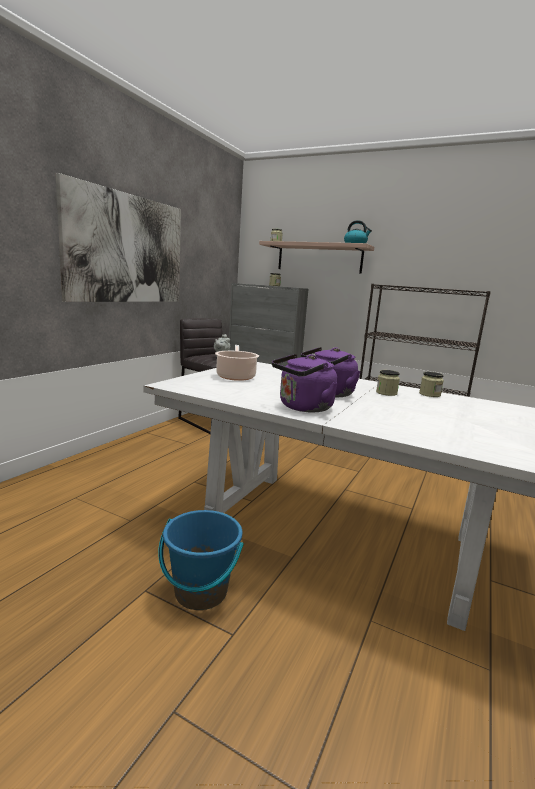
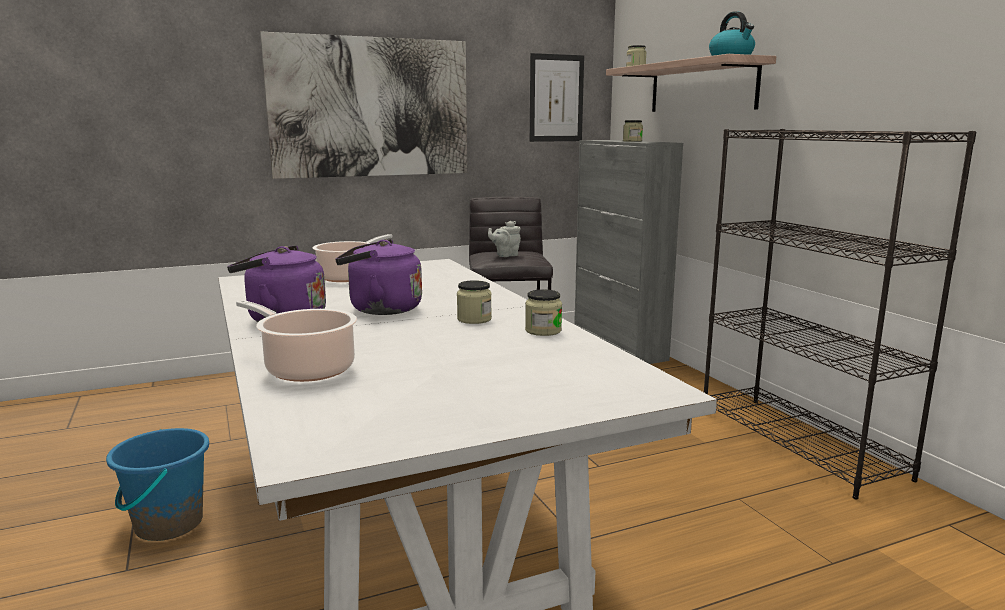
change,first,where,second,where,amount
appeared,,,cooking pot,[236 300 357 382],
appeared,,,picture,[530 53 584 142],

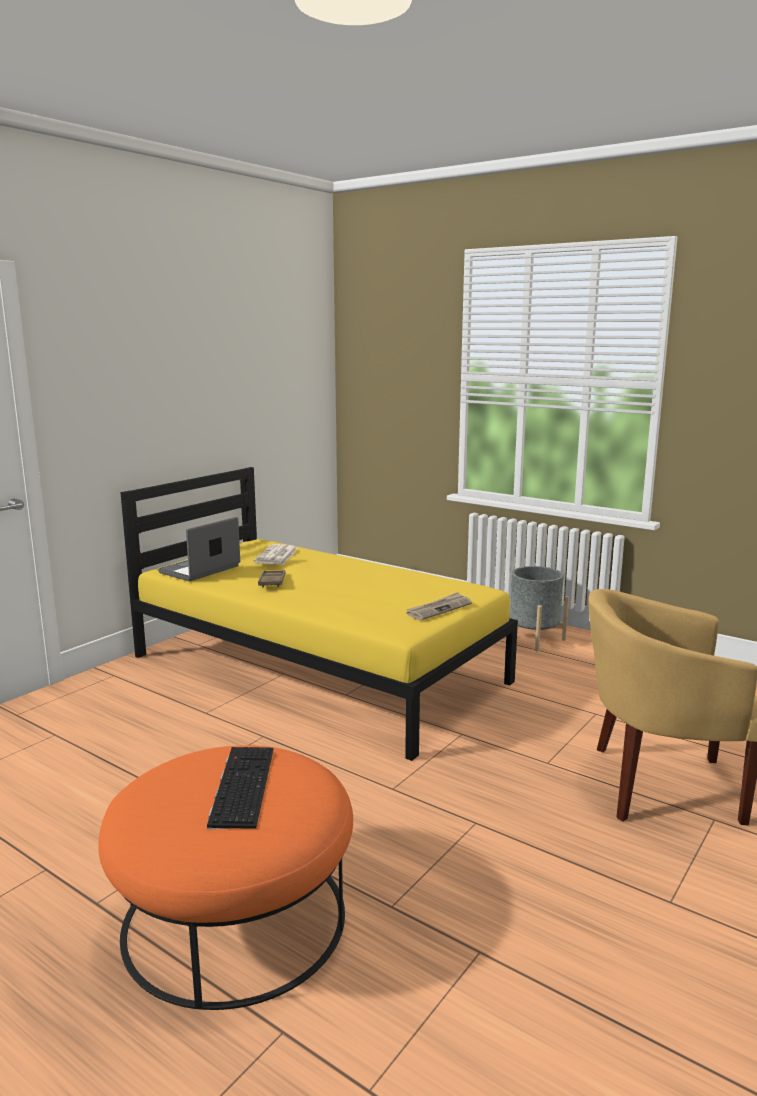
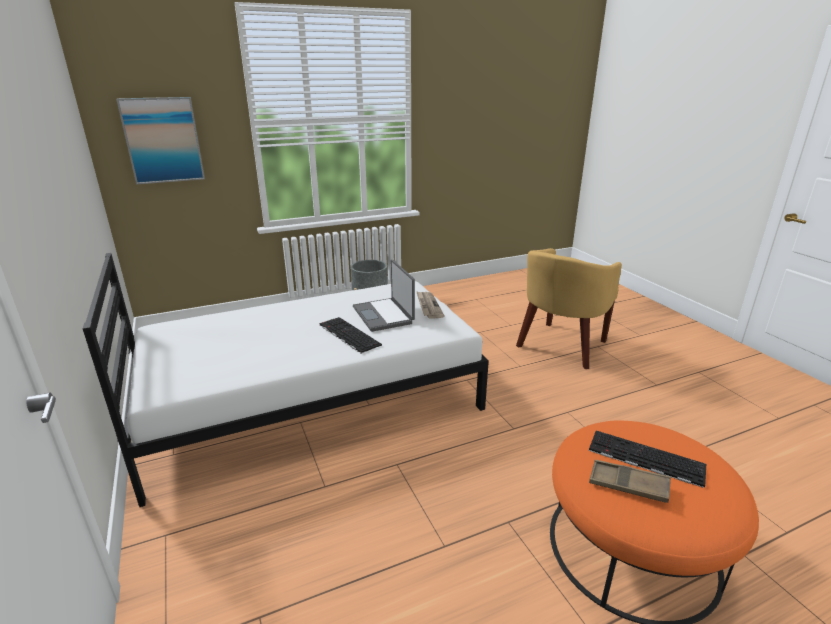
change,first,where,second,where,amount
colour,yellow bed,[120 467 518 761],white bed,[83 253 489 507],
relocated,laptop,[158 517 240 581],,[353 260 415 332],
missing,newspaper,[253 544 298 564],,,
relocated,brown tray,[258 570 286 587],,[589 460 671 503],
appeared,,,picture,[116 97 205 184],
appeared,,,keyboard,[320 317 382 354],

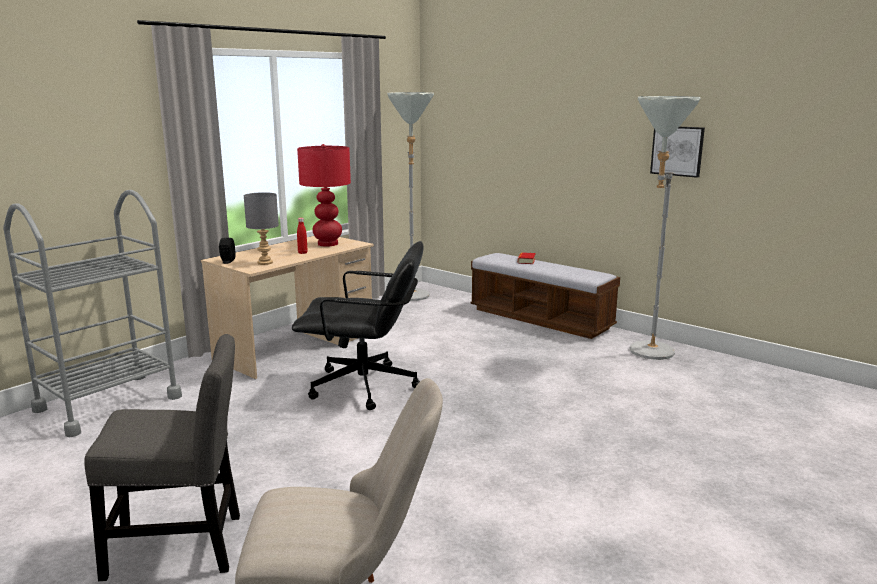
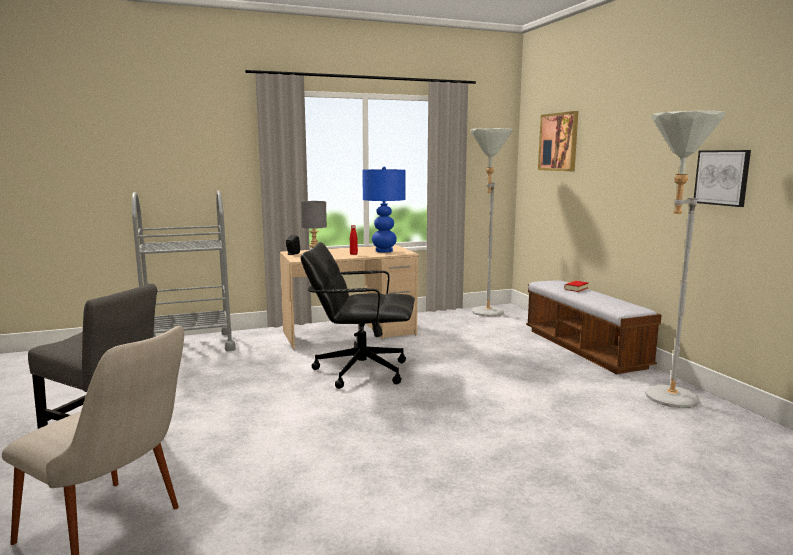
change,first,where,second,where,amount
spun,black office chair,[292 241 424 410],,[300 242 415 389],150 degrees clockwise
colour,red table lamp,[297 144 351 247],blue table lamp,[362 167 406 253],
appeared,,,picture,[538 111 578 171],

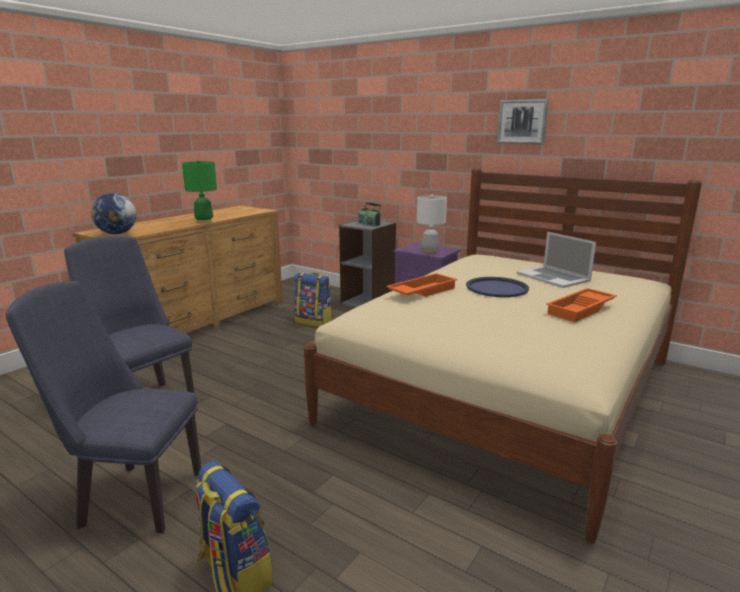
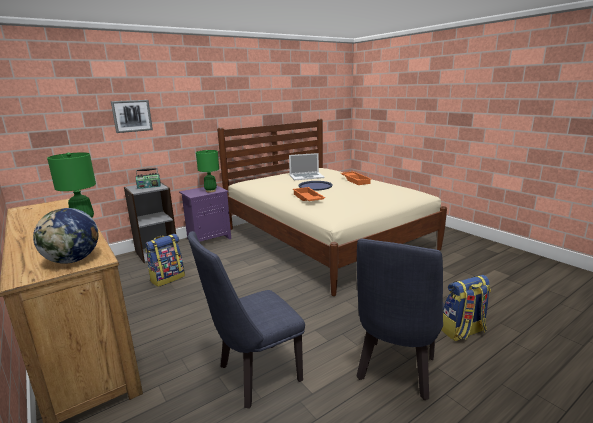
change,first,where,second,where,amount
colour,white table lamp,[417 195 447 254],green table lamp,[196 150 219 192],
relocated,picture,[497 99 549 144],,[111 100 153 133],

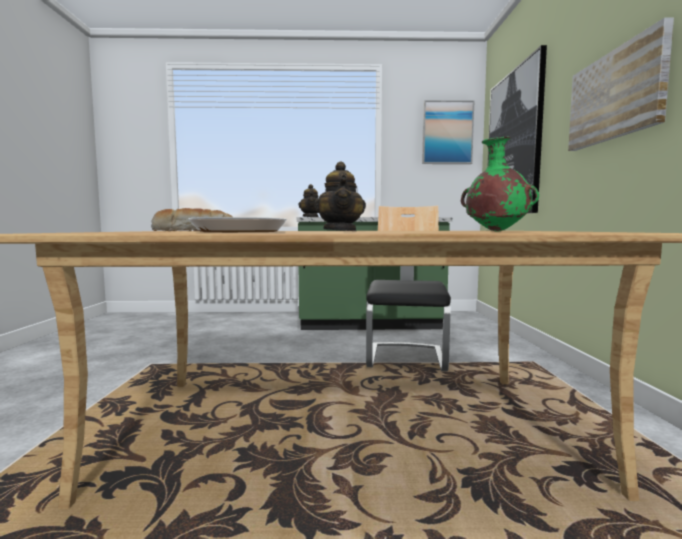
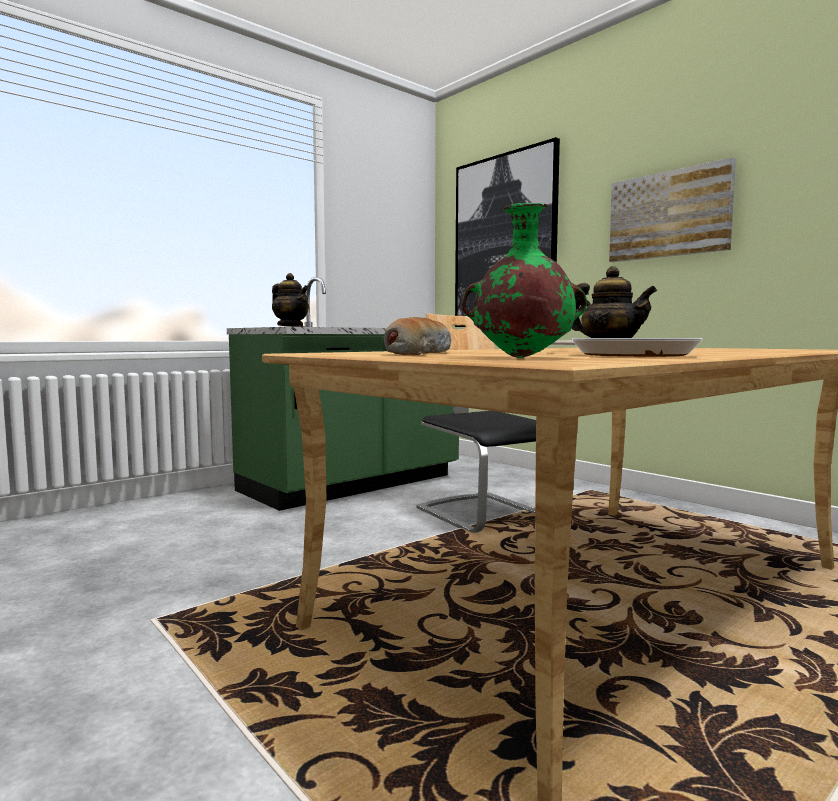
change,first,where,second,where,amount
missing,picture,[422 100 474 164],,,
relocated,green vase,[461 137 539 232],,[461 203 587 358],

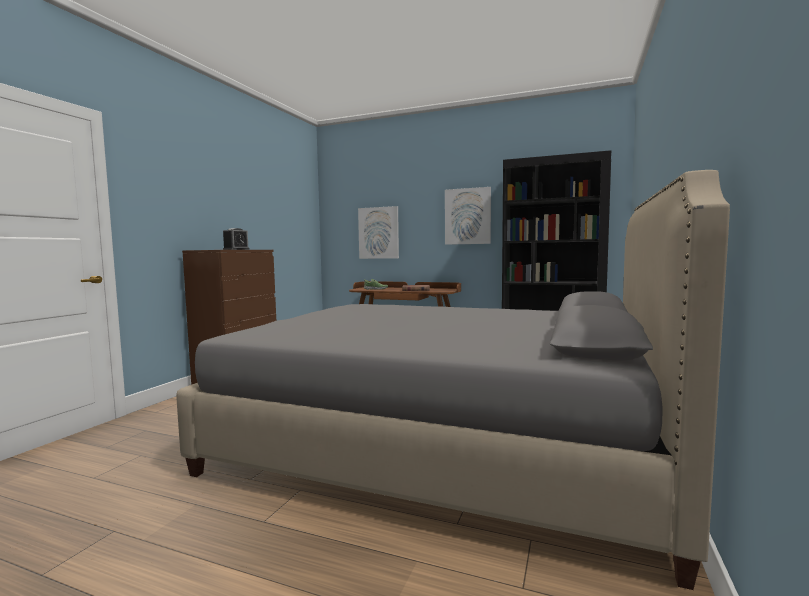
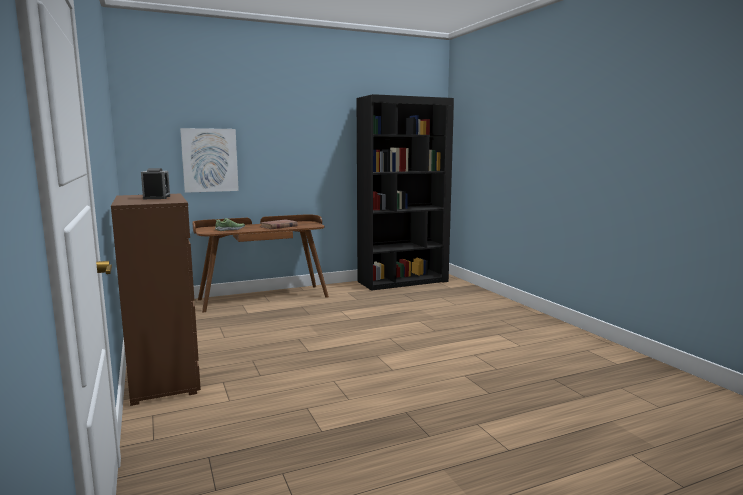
change,first,where,second,where,amount
missing,grey bed,[176 170 730 590],,,
missing,picture,[445 187 491 245],,,

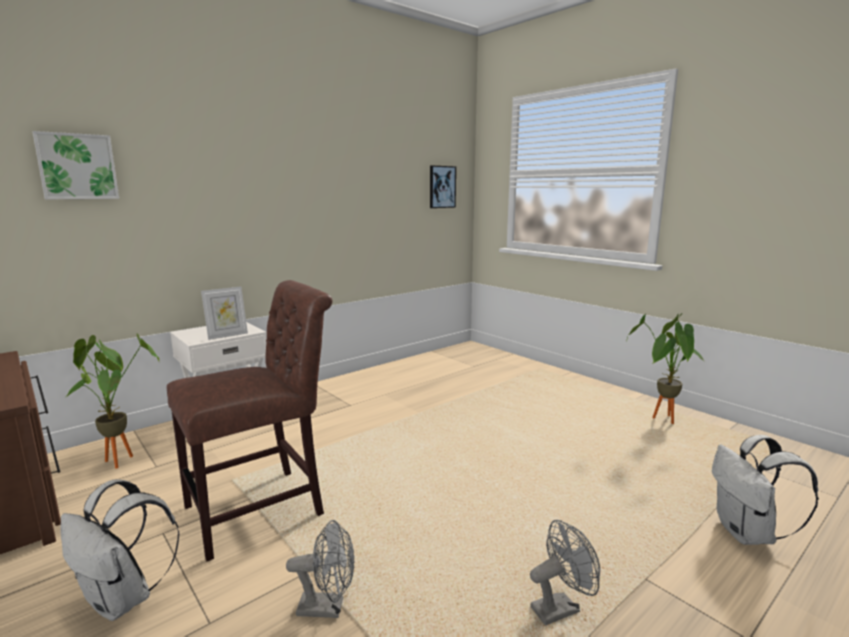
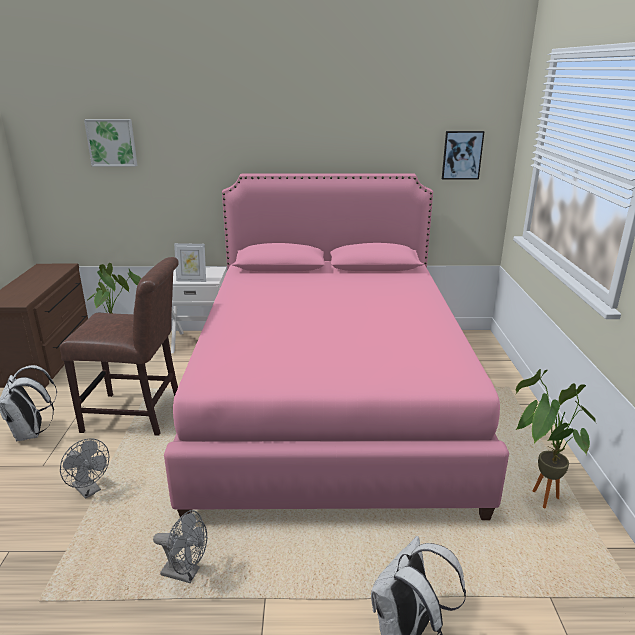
change,first,where,second,where,amount
appeared,,,pink bed,[164 173 509 522],

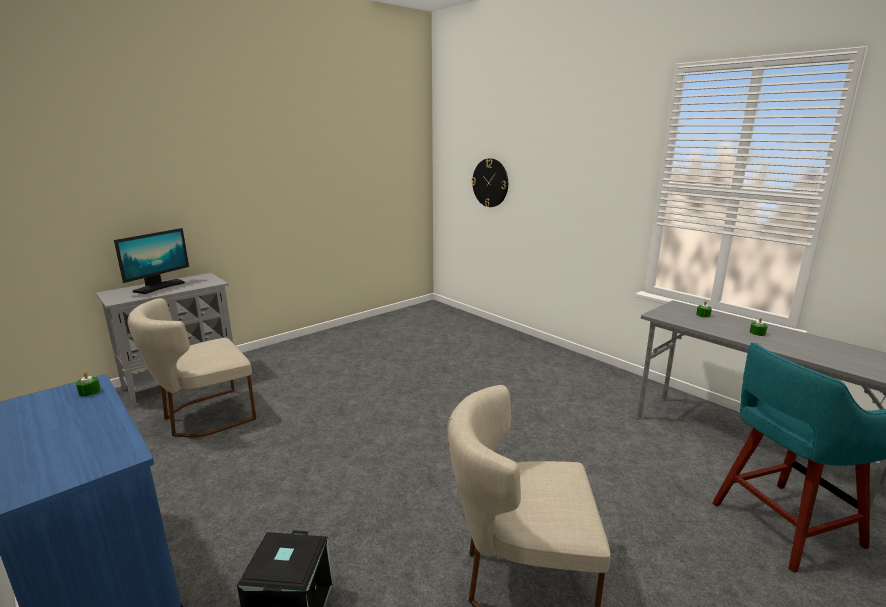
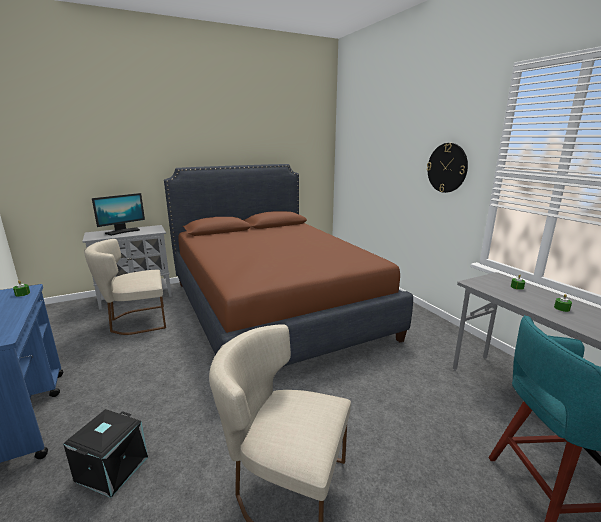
change,first,where,second,where,amount
relocated,wall clock,[471 158 508 207],,[427 143 468 193],
appeared,,,brown bed,[164 164 413 367],

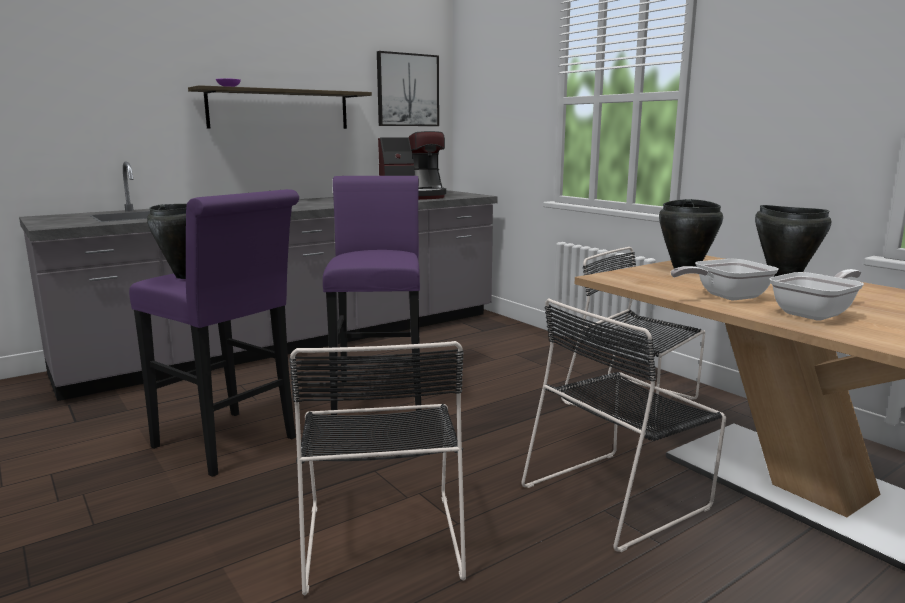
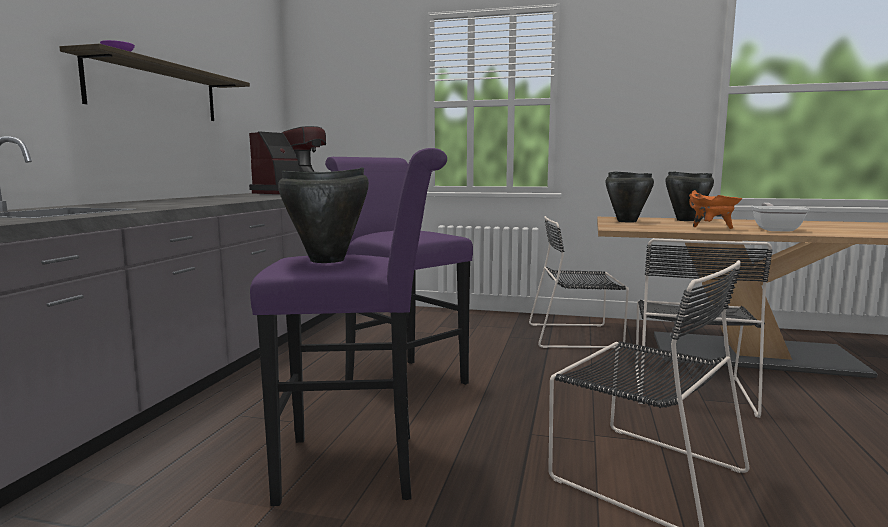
change,first,where,second,where,amount
missing,picture,[377 51 439 126],,,
exchanged,frying pan,[671 259 779 300],orange cooking pot,[689 190 743 229],

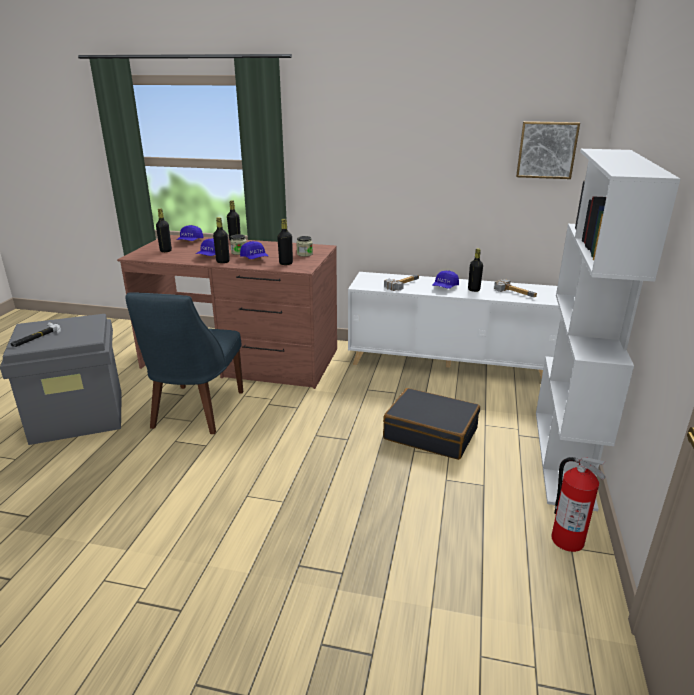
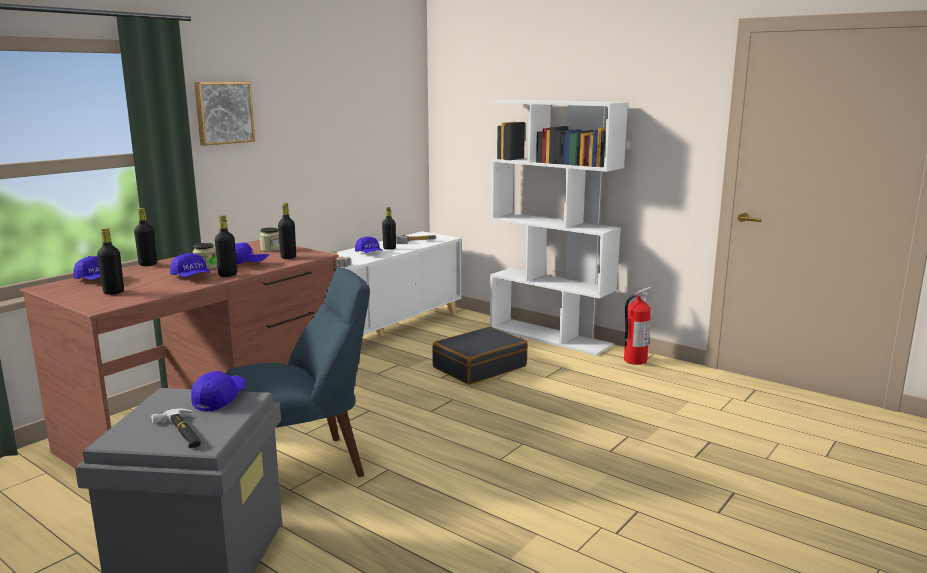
change,first,where,second,where,amount
spun,blue chair,[125 292 243 434],,[226 268 370 477],60 degrees counterclockwise
relocated,picture,[516 121 580 179],,[194 82 255 146],
appeared,,,blue cap,[191 371 246 411],

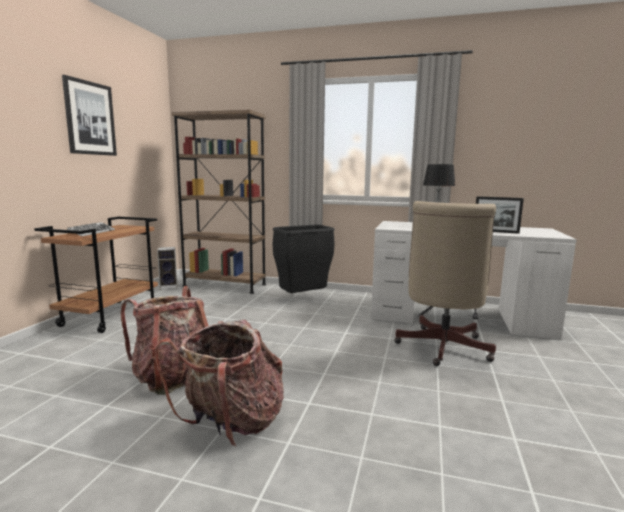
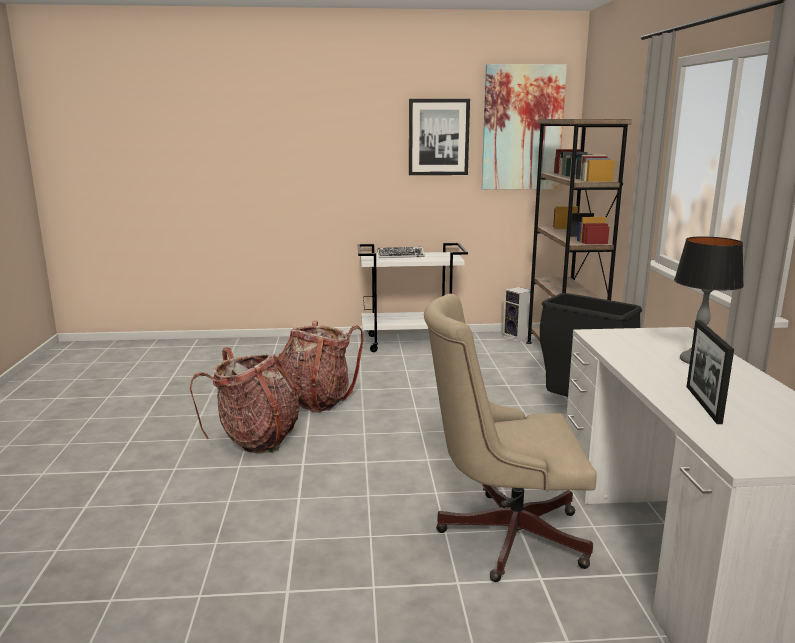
change,first,where,second,where,amount
colour,brown cart,[34 217 158 333],white cart,[357 243 468 352],
appeared,,,picture,[482 64 567 190],

